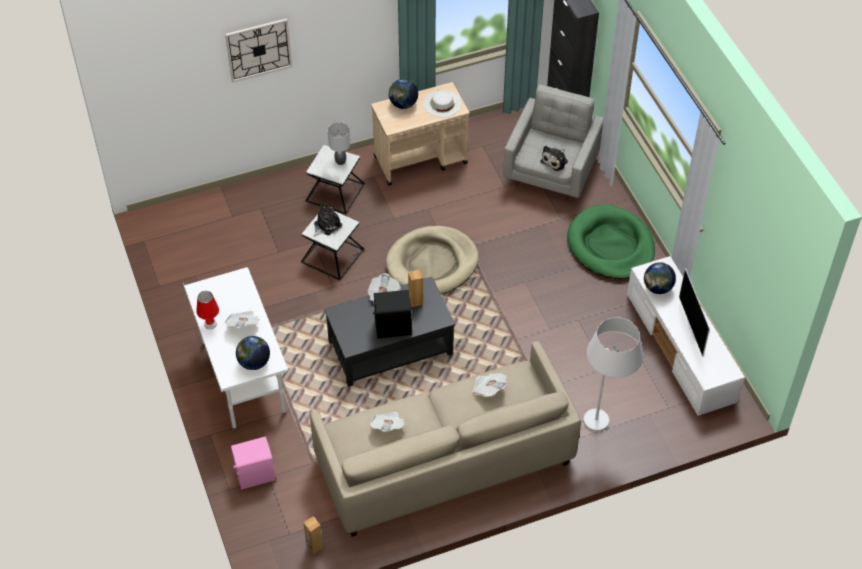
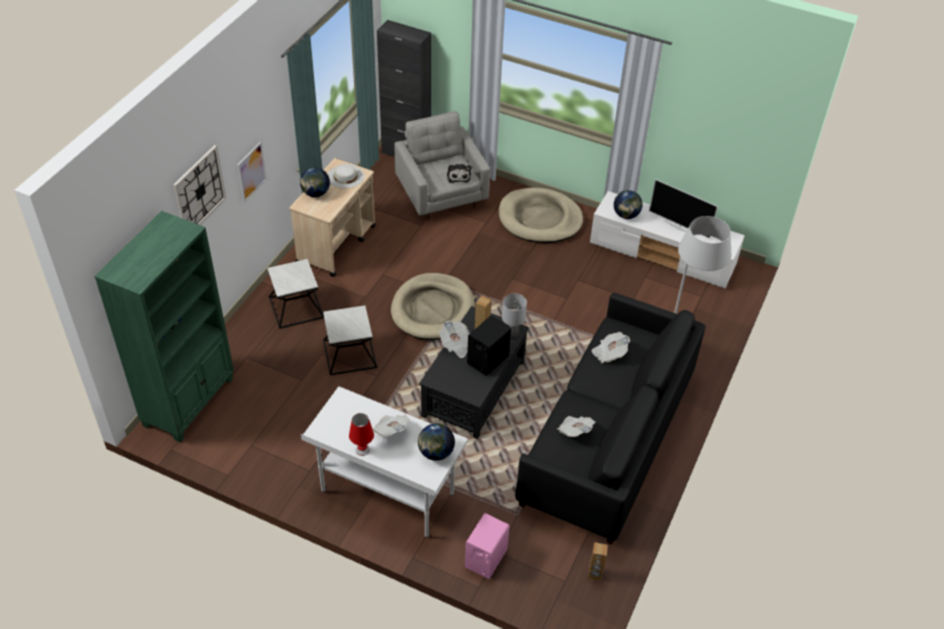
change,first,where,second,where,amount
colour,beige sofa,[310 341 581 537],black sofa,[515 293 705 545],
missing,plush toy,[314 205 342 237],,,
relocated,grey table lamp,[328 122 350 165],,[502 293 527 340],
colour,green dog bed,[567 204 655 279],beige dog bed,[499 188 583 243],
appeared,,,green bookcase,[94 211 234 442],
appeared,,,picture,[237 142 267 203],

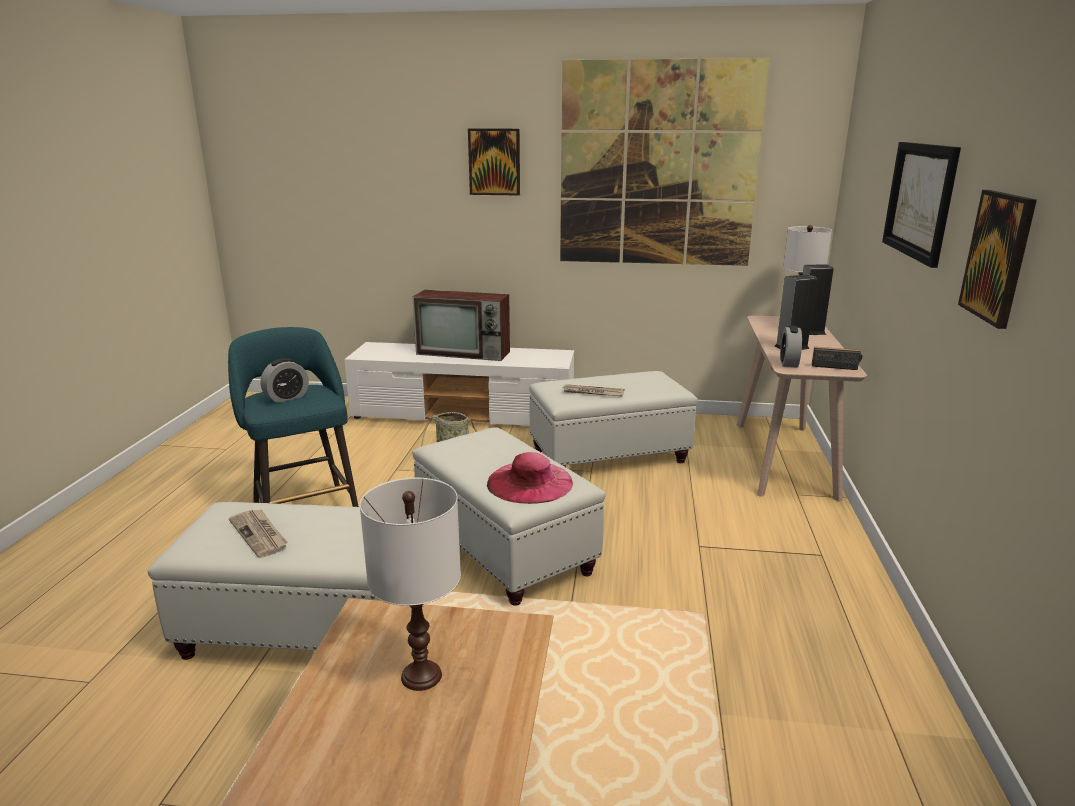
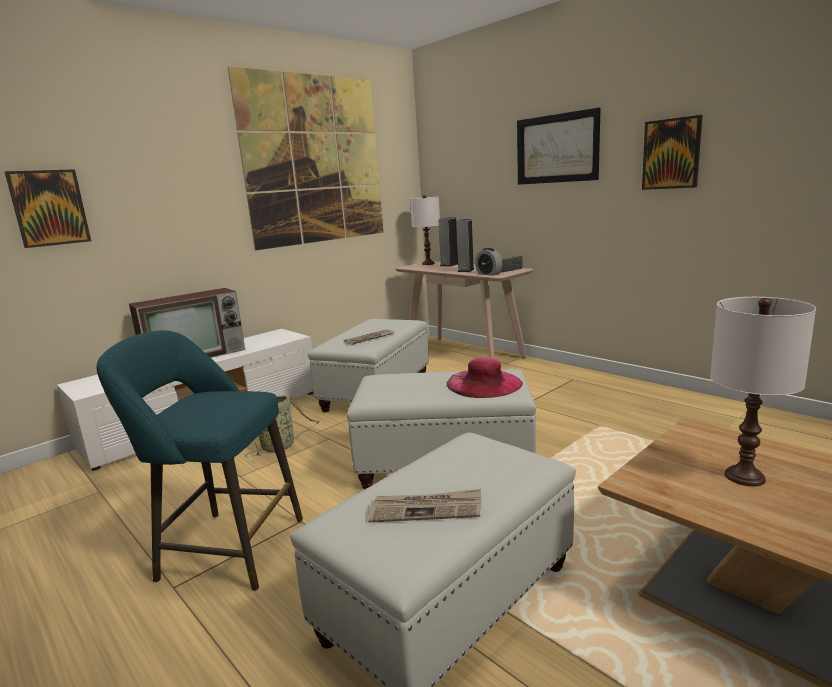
change,first,where,second,where,amount
missing,alarm clock,[260 358 309 403],,,
relocated,picture,[468 129 520 195],,[5 169 91 248],

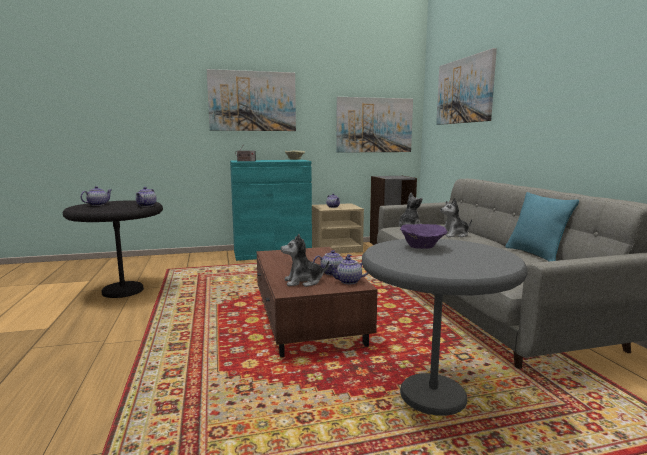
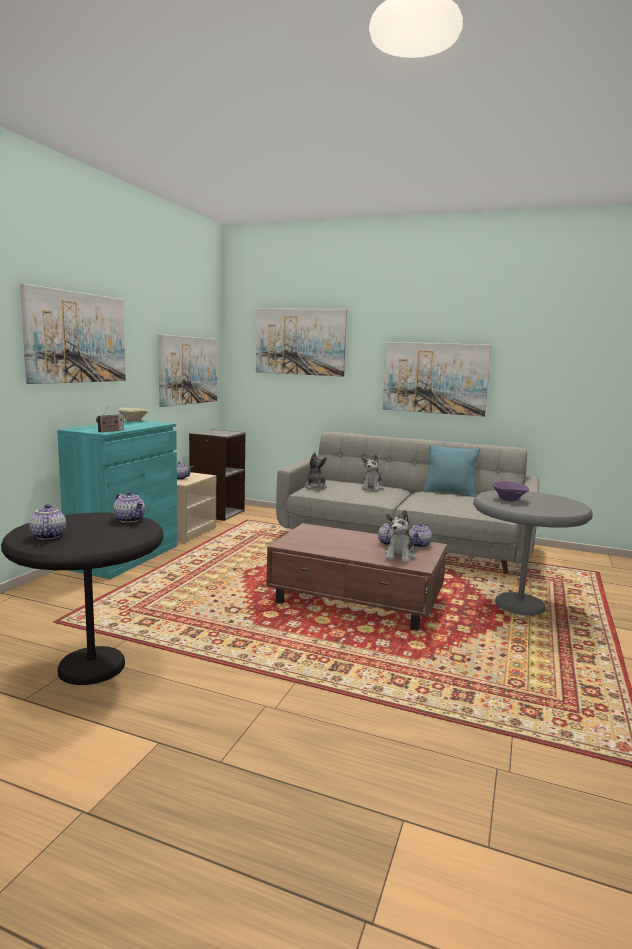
change,first,where,second,where,amount
appeared,,,picture,[383 342 492 416],

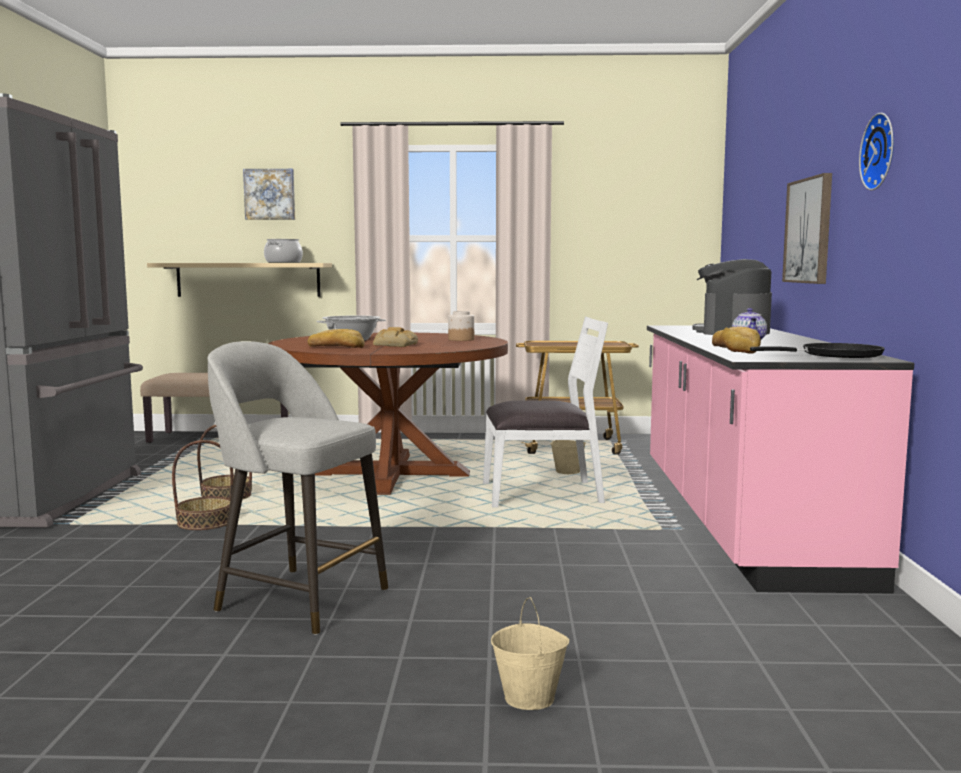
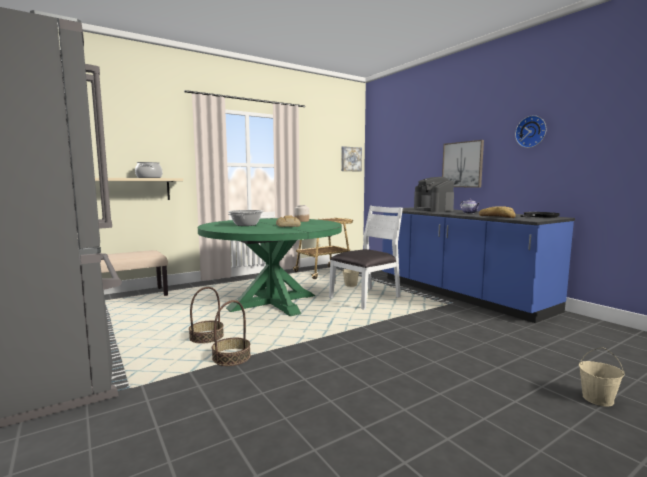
change,first,where,second,where,amount
missing,grey stool,[207 341 388 635],,,
relocated,picture,[243 169 295 220],,[341 146 362 172],
colour,brown dining table,[268 333 508 495],green dining table,[198 218 342 316],
missing,bread,[308 329 365 348],,,
colour,pink counter,[647 325 914 594],blue counter,[382 207 575 323],

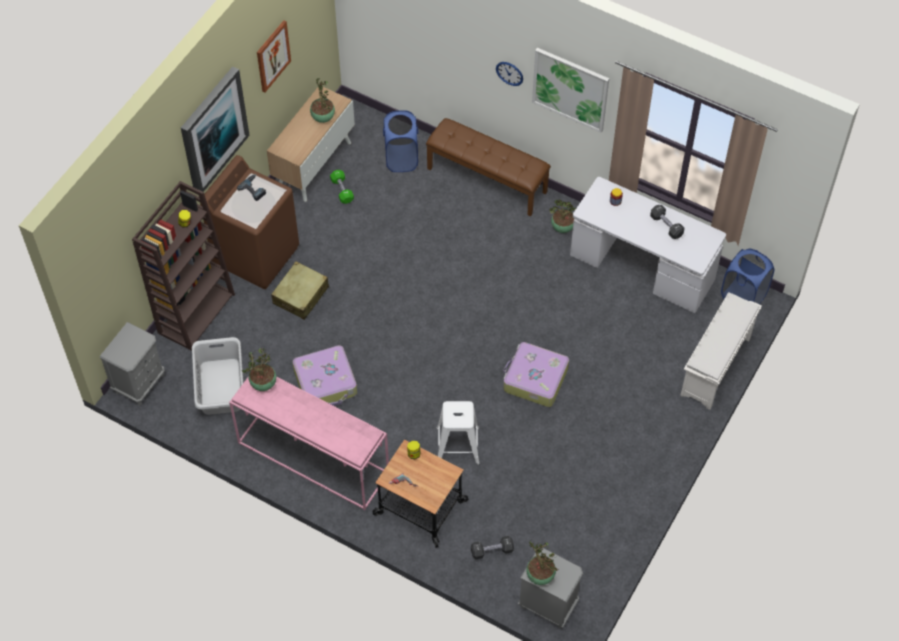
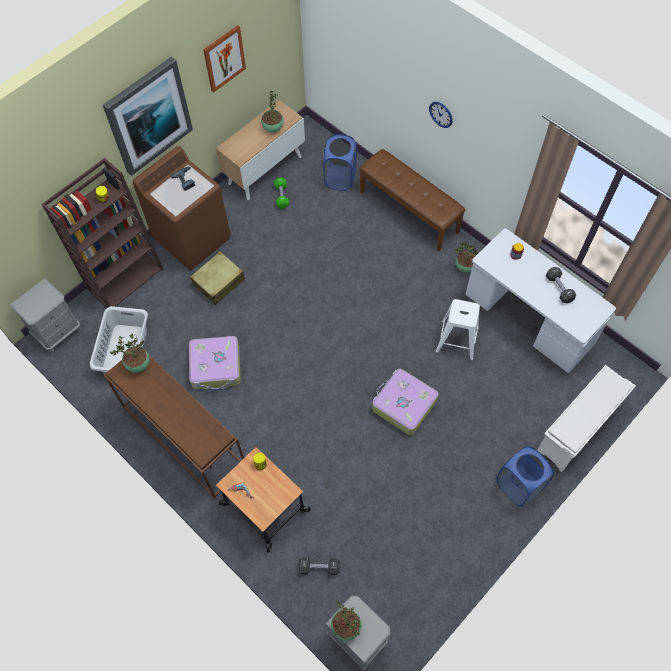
change,first,where,second,where,amount
colour,pink console table,[229 376 389 510],brown console table,[104 355 244 498],
relocated,white stool,[436 401 480 465],,[435 299 480 361],
missing,picture,[532 48 609 133],,,
relocated,blue laundry basket,[721 249 774 304],,[497 446 554 507],

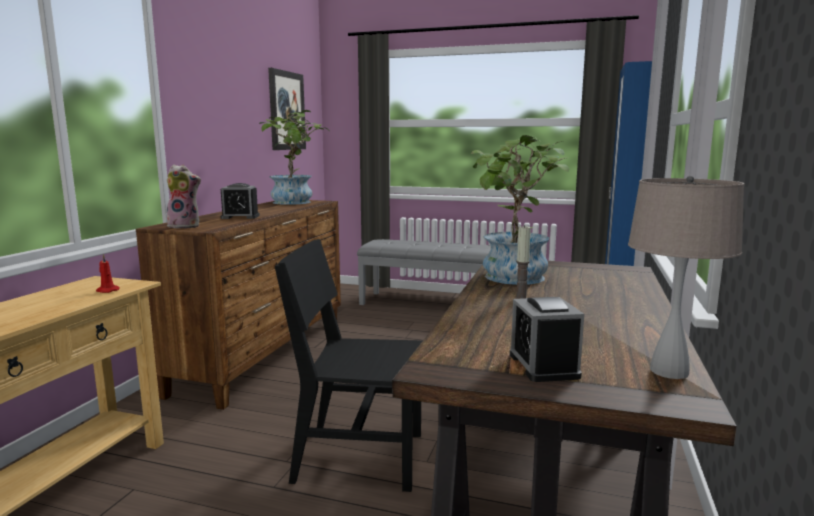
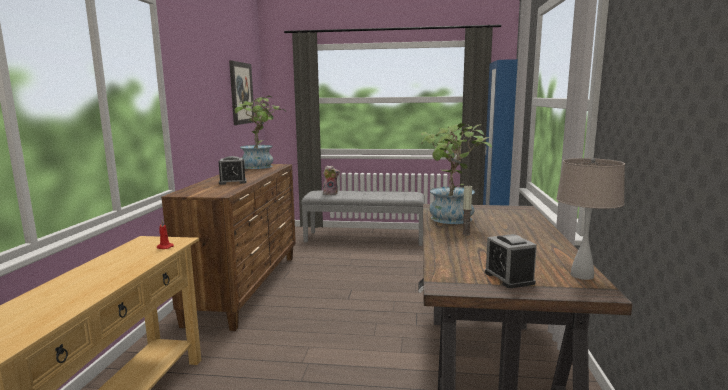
change,first,where,second,where,amount
relocated,plush toy,[167 164 201 229],,[323 165 340 195],
missing,black chair,[275 239 422 492],,,

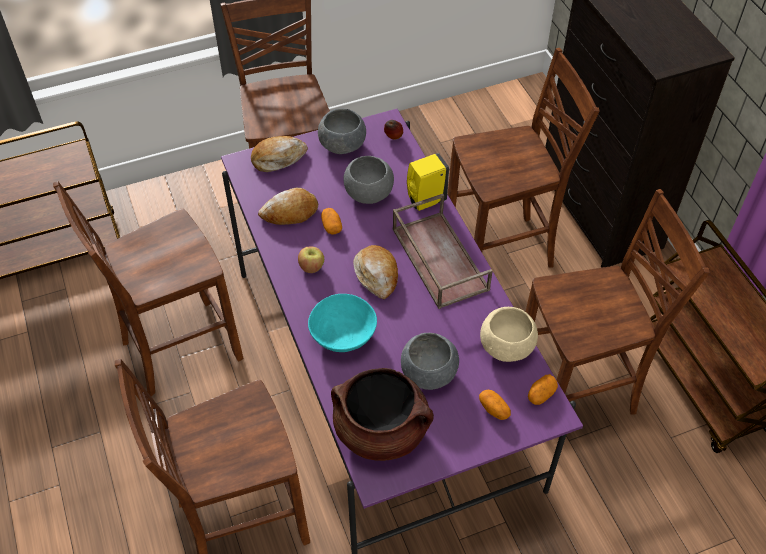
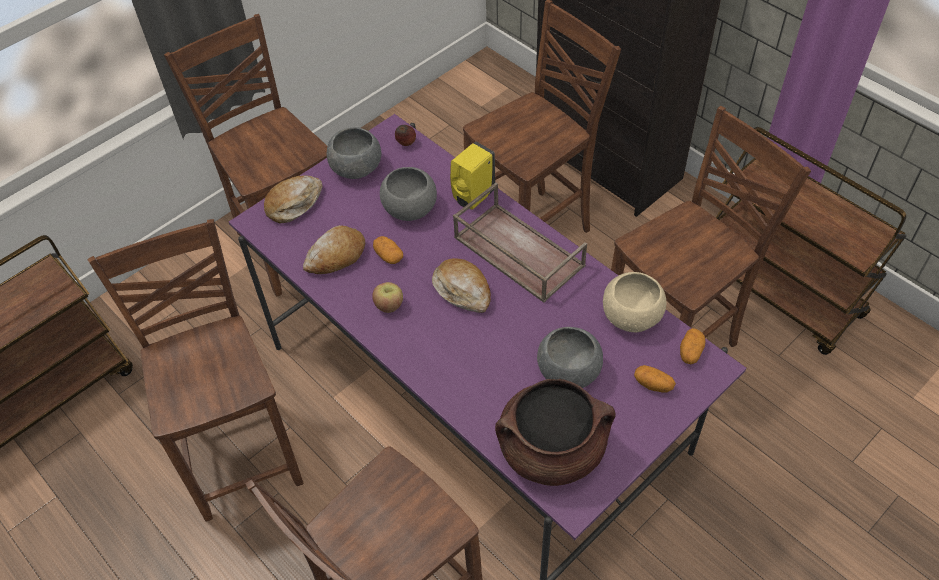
change,first,where,second,where,amount
spun,brown chair,[53 181 243 396],,[87 219 304 521],120 degrees clockwise
missing,turquoise bowl,[308 294 377 352],,,

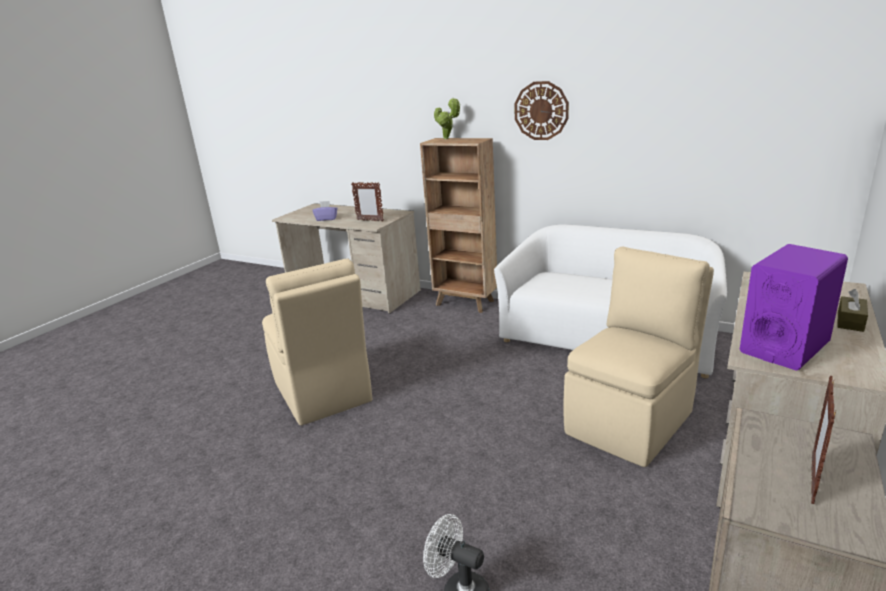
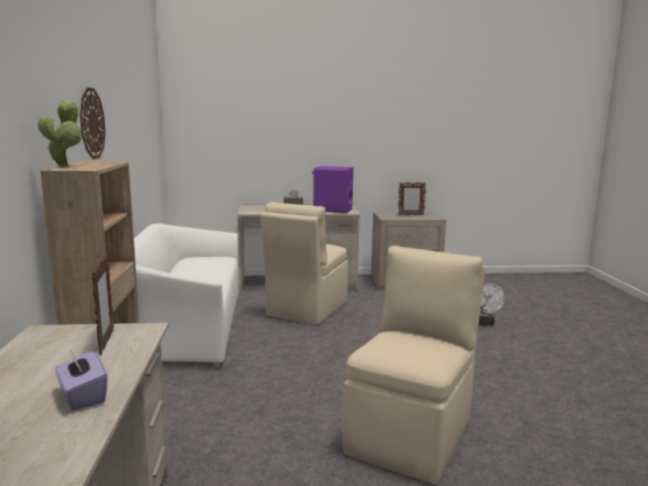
change,first,where,second,where,amount
spun,beige chair,[563 246 714 467],,[260 202 348 325],75 degrees counterclockwise

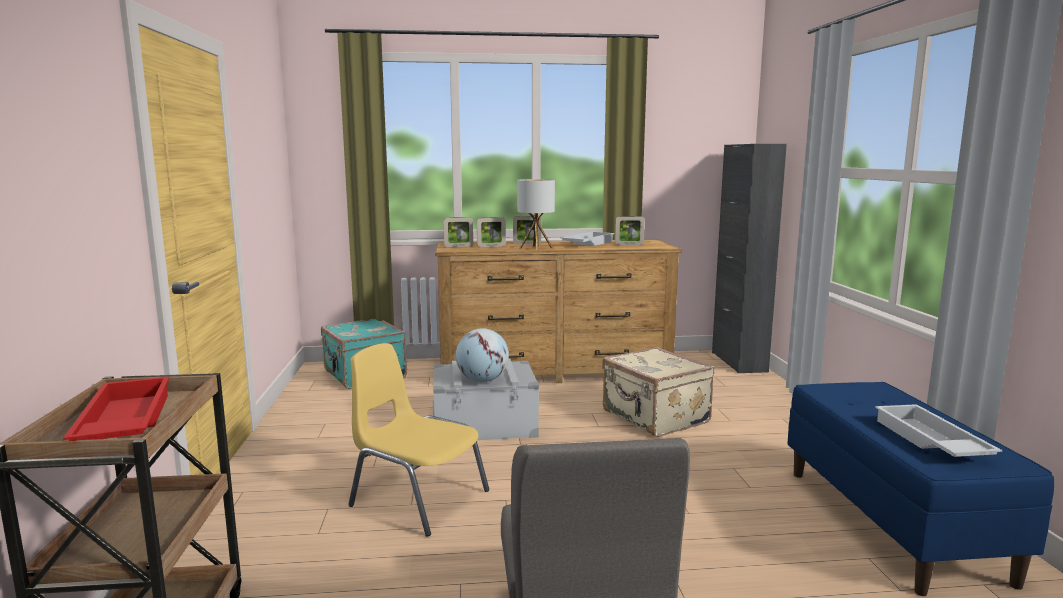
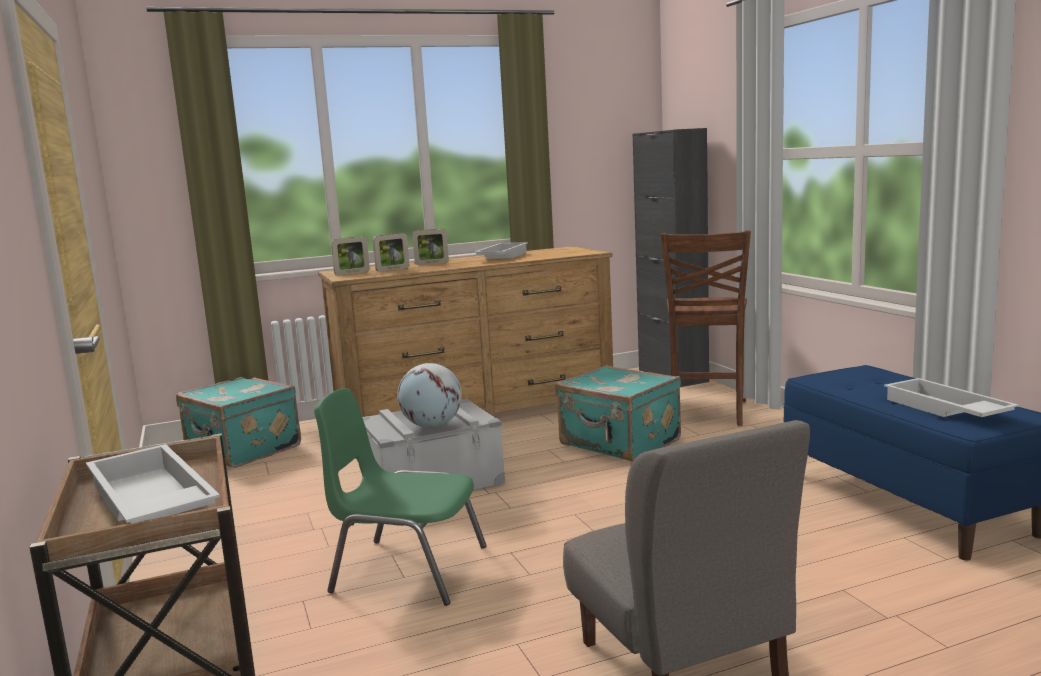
change,first,where,second,where,amount
colour,red tray,[63 376 169 441],white tray,[86 444 220 524],
colour,yellow chair,[348 343 489 537],green chair,[314 388 487 606],
missing,table lamp,[517 179 555 250],,,
colour,beige suitcase,[602 347 714 437],turquoise suitcase,[555 365 681 462],
missing,picture frame,[615 216 645 245],,,
appeared,,,brown chair,[661 230 751 426],

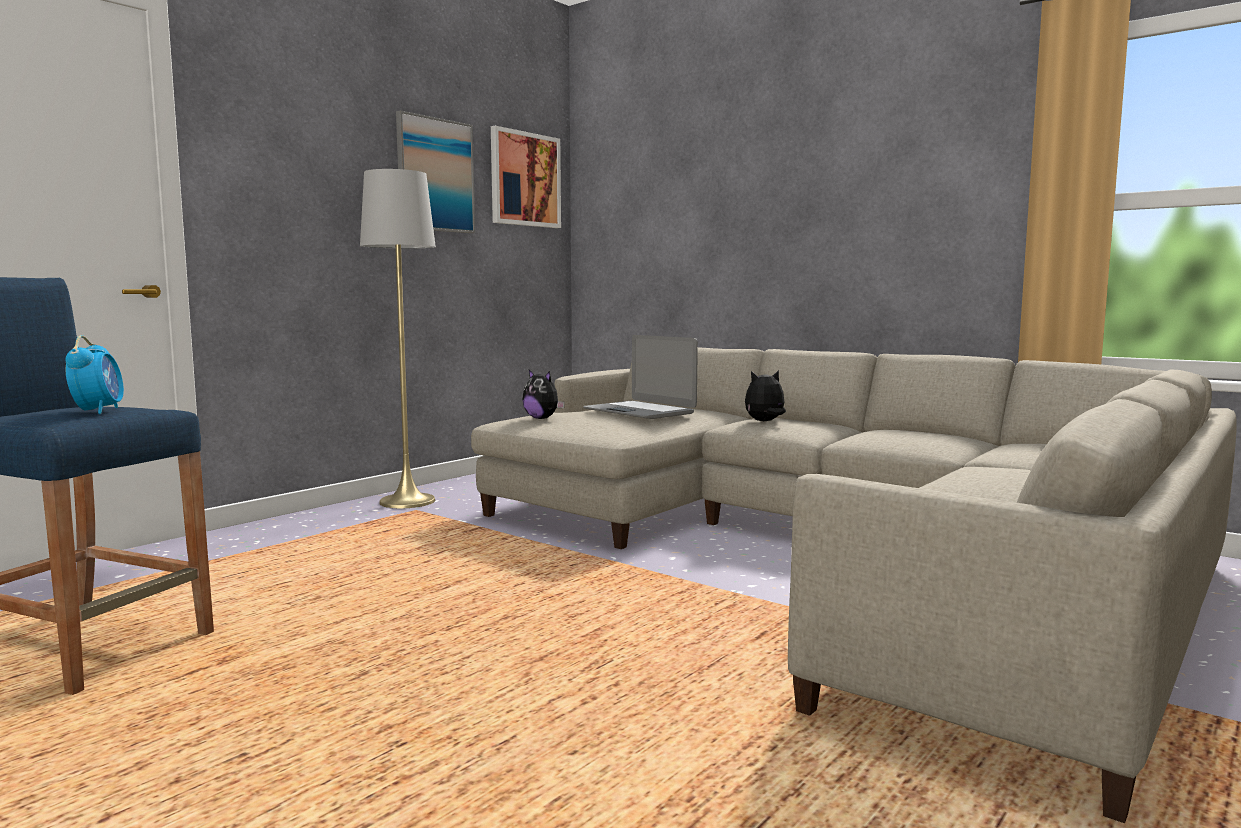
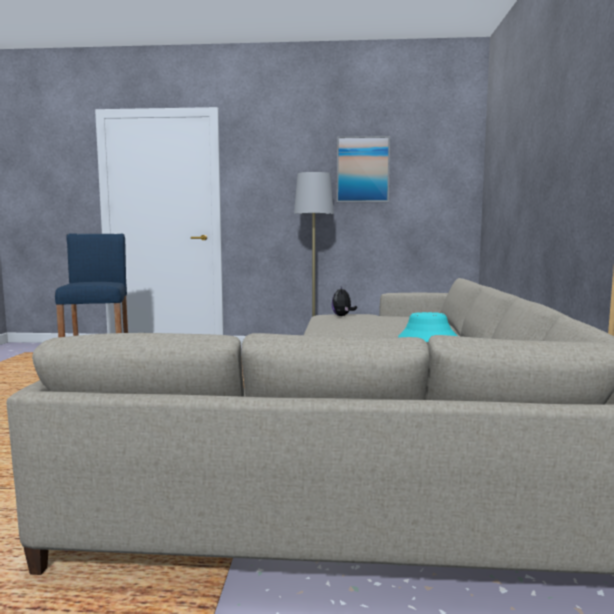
change,first,where,second,where,amount
missing,alarm clock,[65 335 124 414],,,
missing,picture,[491 126 561 228],,,
missing,laptop,[583 335 698 419],,,
exchanged,plush toy,[745 370 786 421],turquoise hat,[398 312 457 342],

